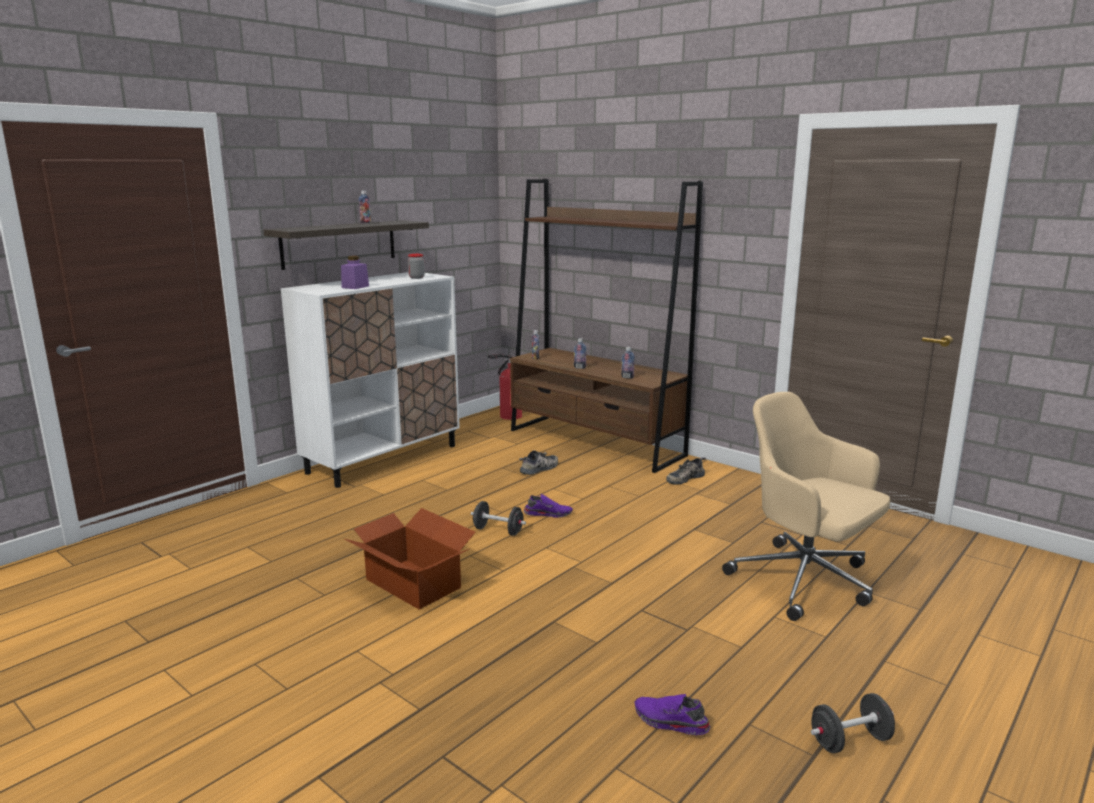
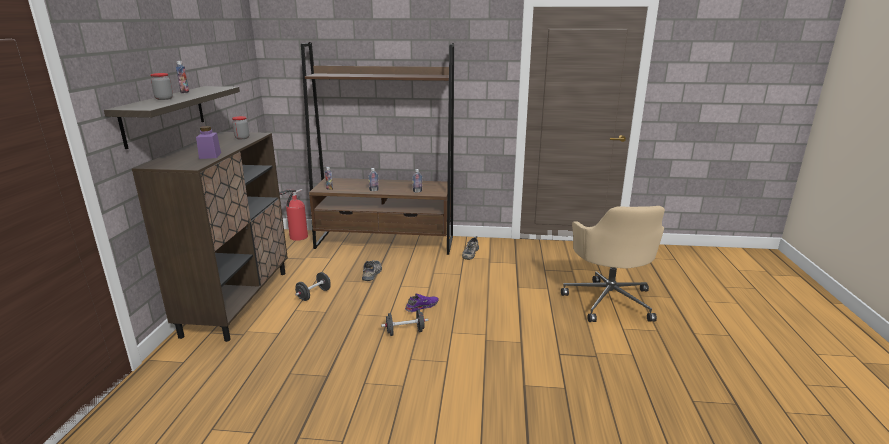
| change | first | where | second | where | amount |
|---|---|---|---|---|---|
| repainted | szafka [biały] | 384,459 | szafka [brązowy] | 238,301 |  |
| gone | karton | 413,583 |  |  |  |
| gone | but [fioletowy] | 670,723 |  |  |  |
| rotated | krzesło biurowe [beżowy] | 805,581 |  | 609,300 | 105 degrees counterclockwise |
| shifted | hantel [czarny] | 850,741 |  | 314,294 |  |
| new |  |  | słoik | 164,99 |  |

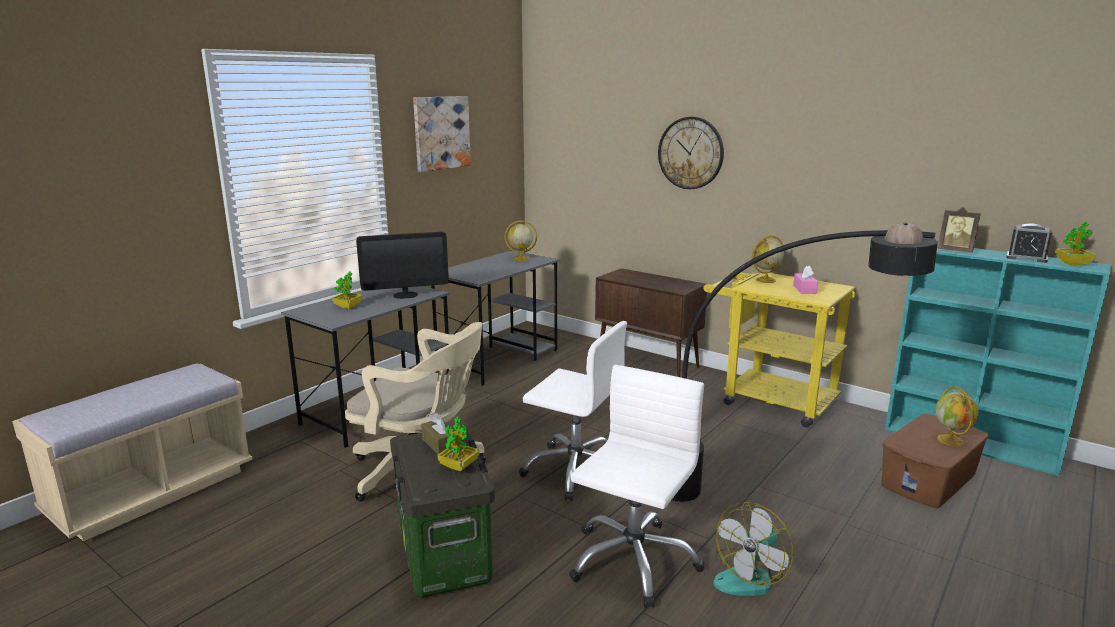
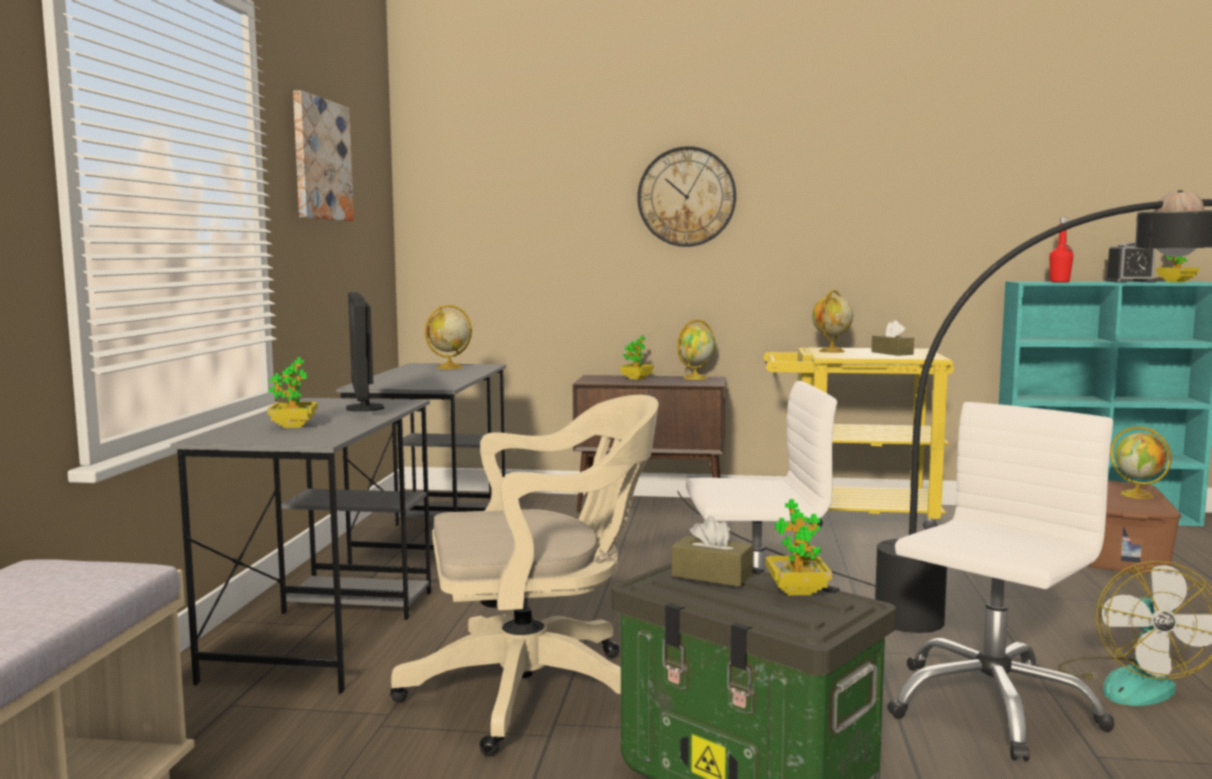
| change | first | where | second | where | amount |
|---|---|---|---|---|---|
| rotated | monitor | 405,295 |  | 365,407 | 120 degrees clockwise |
| rotated | krzesło biurowe [biały] | 632,560 |  | 990,706 | 45 degrees clockwise |
| repainted | pudełko chusteczek [różowy] | 804,289 | pudełko chusteczek [brązowy] | 892,353 |  |
| swapped | ramka na zdjęcie | 955,251 | butelka [czerwony] | 1059,282 |  |
| new |  |  | roślina doniczkowa | 636,378 |  |
| new |  |  | globus | 695,378 |  |

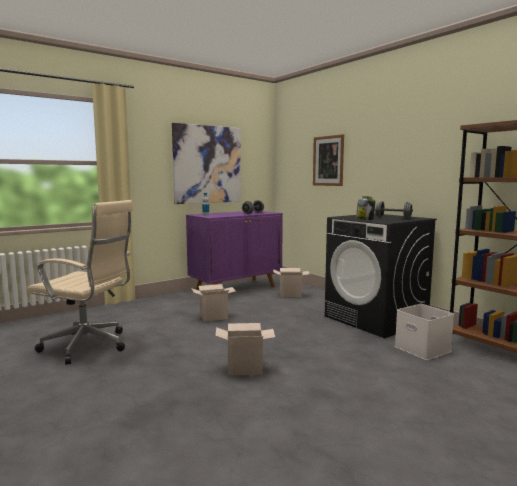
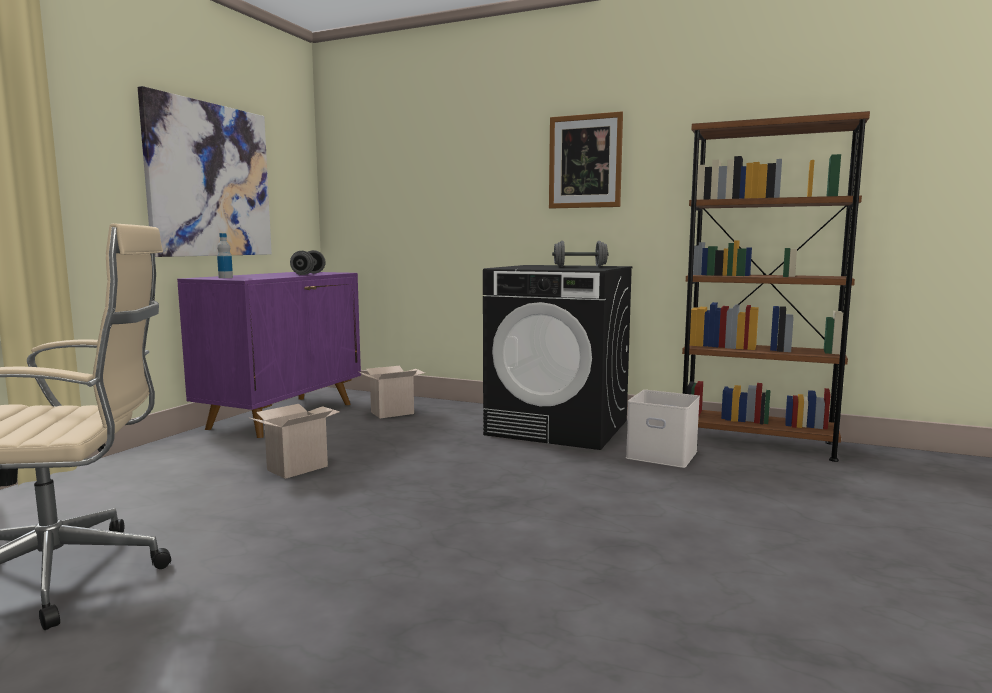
| change | first | where | second | where | amount |
|---|---|---|---|---|---|
| gone | karton | 246,369 |  |  |  |
| shifted | obraz | 328,161 |  | 585,161 |  |
| gone | słoik | 365,219 |  |  |  |

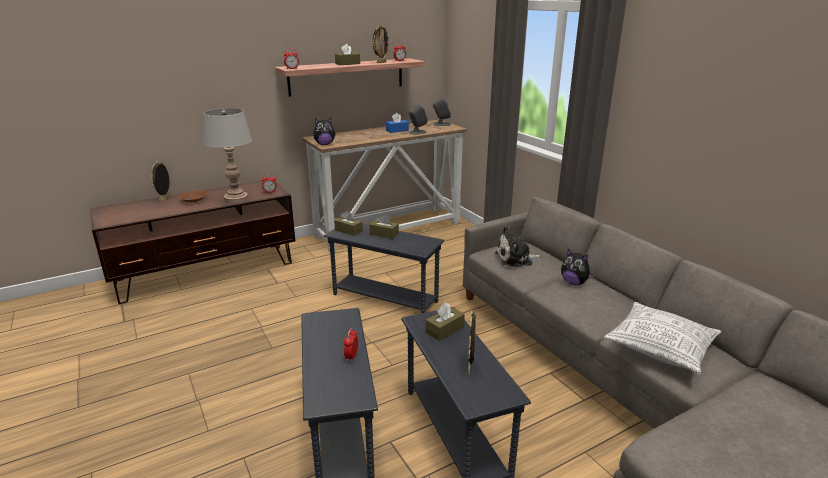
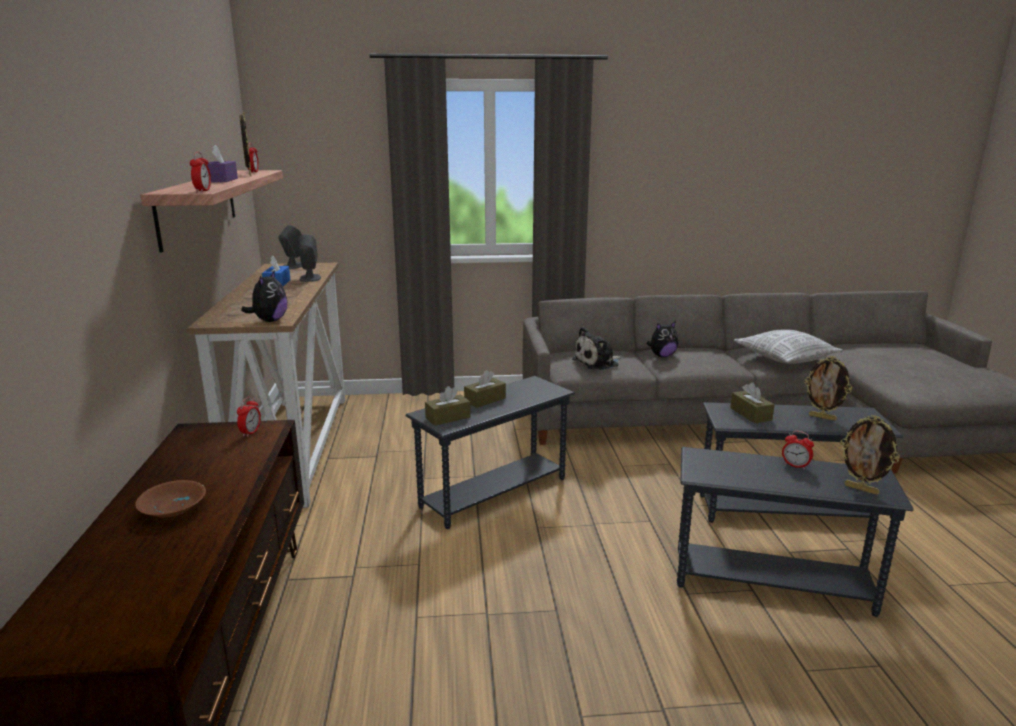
| change | first | where | second | where | amount |
|---|---|---|---|---|---|
| shifted | ramka na zdjęcie | 165,199 |  | 861,489 |  |
| gone | lampa stołowa [szary] | 236,199 |  |  |  |
| repainted | pudełko chusteczek [brązowy] | 347,64 | pudełko chusteczek [fioletowy] | 221,180 |  |
| rotated | pluszak | 516,259 |  | 598,363 | 45 degrees clockwise |

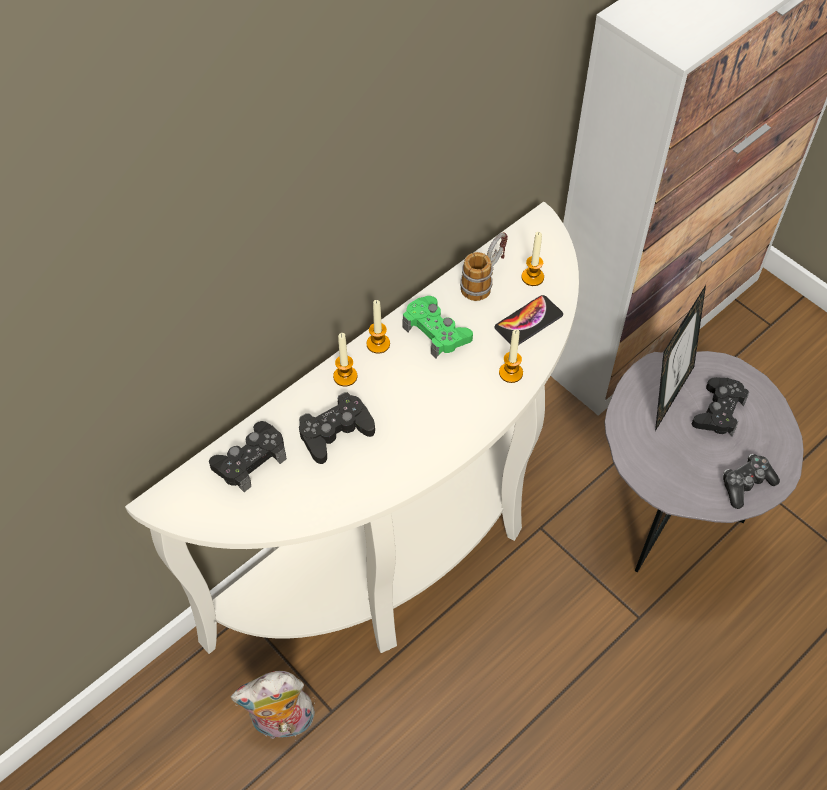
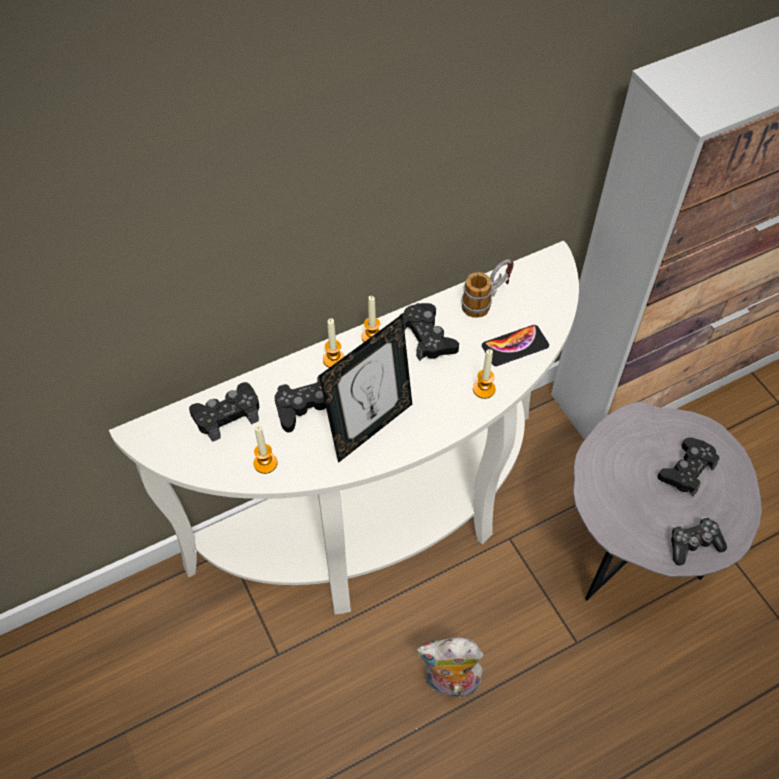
| change | first | where | second | where | amount |
|---|---|---|---|---|---|
| shifted | pluszak | 282,723 |  | 450,683 |  |
| repainted | pad do gier [zielony] | 436,332 | pad do gier [czarny] | 427,337 |  |
| shifted | świeca | 532,277 |  | 265,463 |  |
| shifted | ramka na zdjęcie | 668,395 |  | 370,427 |  |

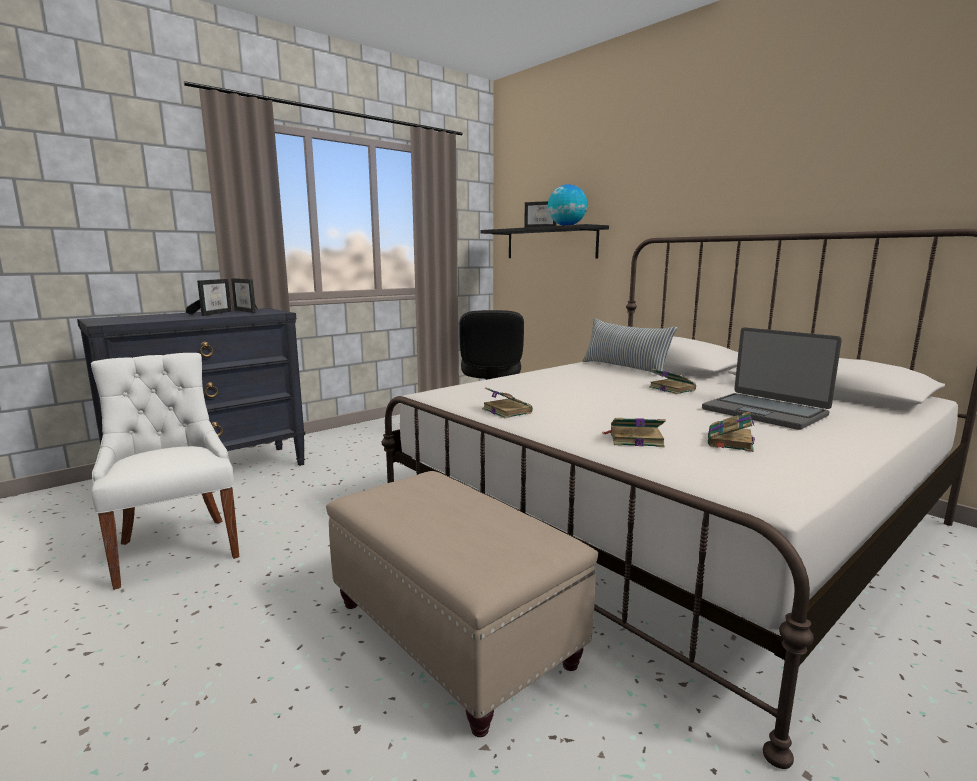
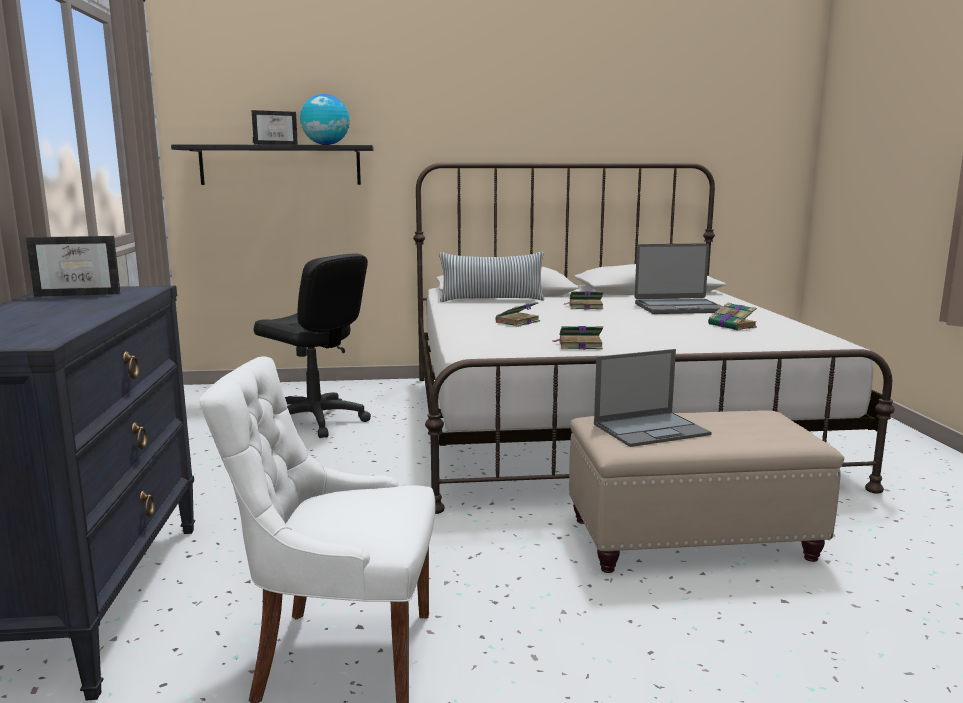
| change | first | where | second | where | amount |
|---|---|---|---|---|---|
| gone | ramka na zdjęcie | 213,313 |  |  |  |
| shifted | książka | 634,439 |  | 517,322 |  |
| new |  |  | laptop | 652,429 |  |

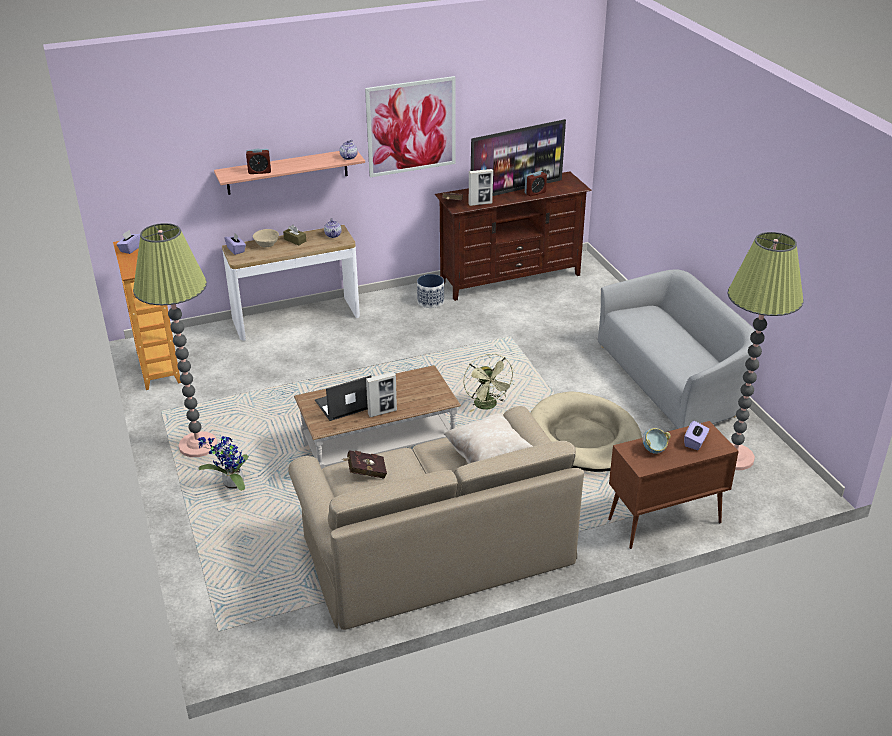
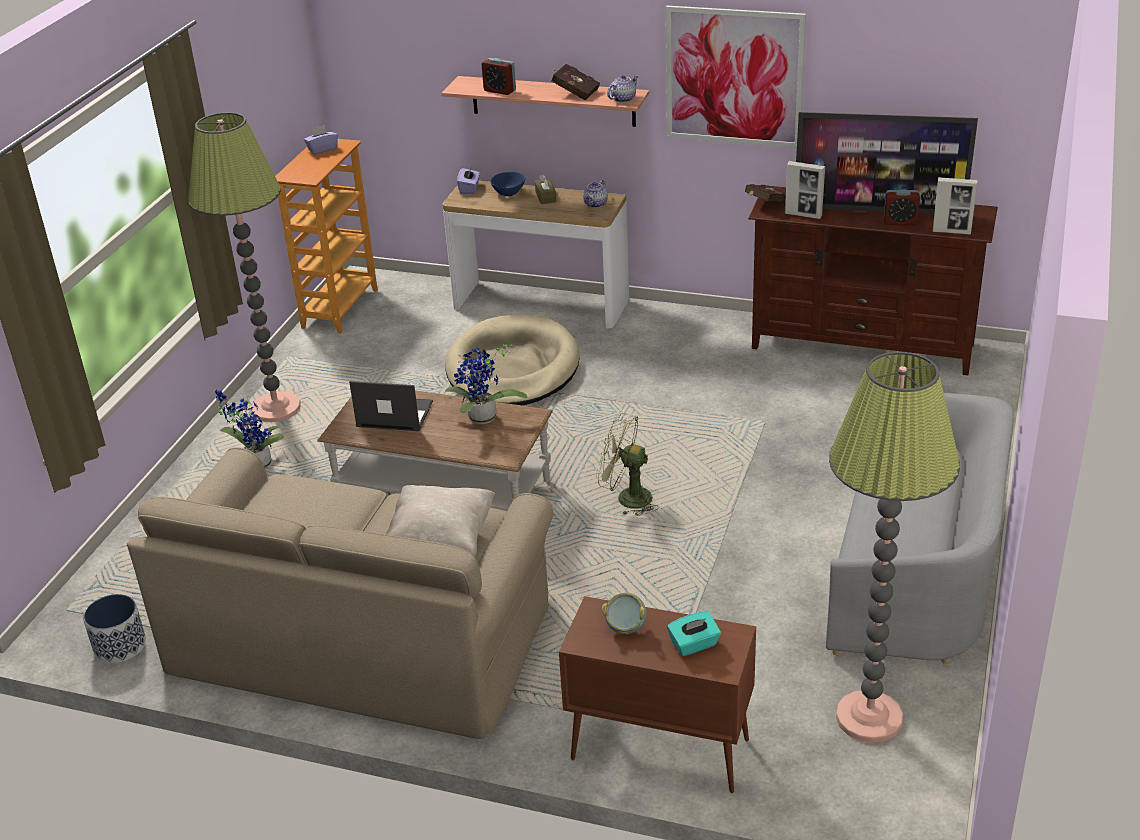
| change | first | where | second | where | amount |
|---|---|---|---|---|---|
| repainted | miska [beżowy] | 266,245 | miska [niebieski] | 508,193 |  |
| shifted | książka [czerwony] | 365,472 |  | 574,92 |  |
| shifted | ramka na zdjęcie | 382,412 |  | 951,231 |  |
| shifted | donica | 430,302 |  | 119,646 |  |
| rotated | wentylator [zielony] | 488,406 |  | 626,498 | 90 degrees clockwise |
| shifted | legowisko [beżowy] | 584,437 |  | 513,368 |  |
| repainted | pudełko chusteczek [fioletowy] | 695,442 | pudełko chusteczek [turkusowy] | 694,645 |  |
| new |  |  | roślina doniczkowa | 482,420 |  |

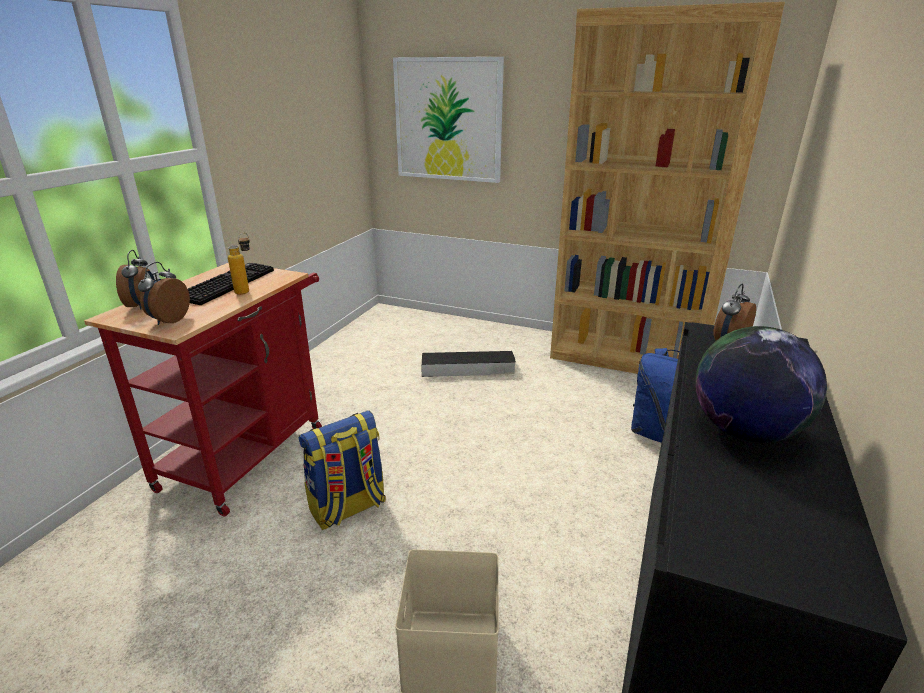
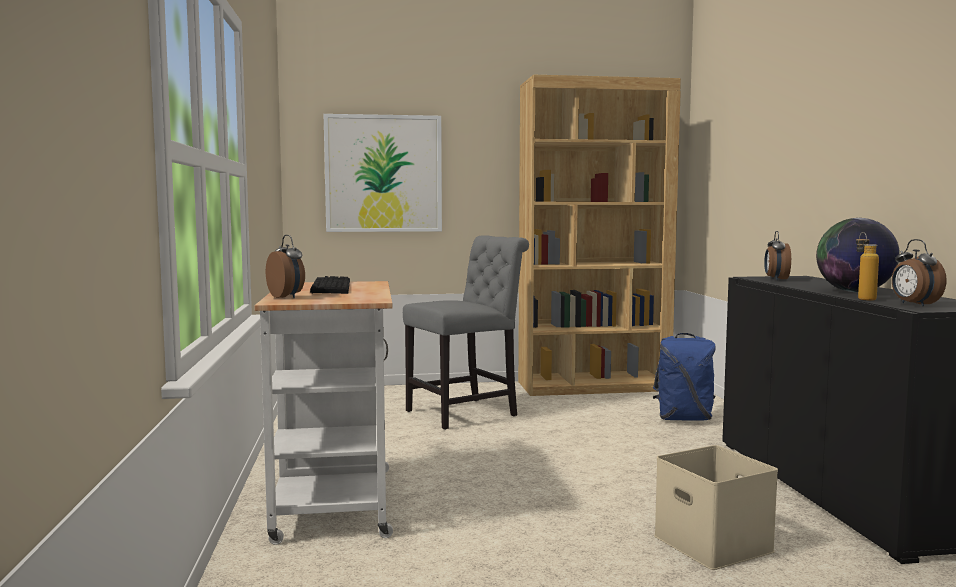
| change | first | where | second | where | amount |
|---|---|---|---|---|---|
| repainted | wózek [czerwony] | 250,451 | wózek [biały] | 334,498 |  |
| shifted | budzik | 168,320 |  | 914,304 |  |
| shifted | butelka | 246,290 |  | 863,298 |  |
| gone | plecak | 348,508 |  |  |  |
| swapped | pojemnik do przechowywania [czarny] | 468,369 | krzesło [szary] | 466,413 |  |

